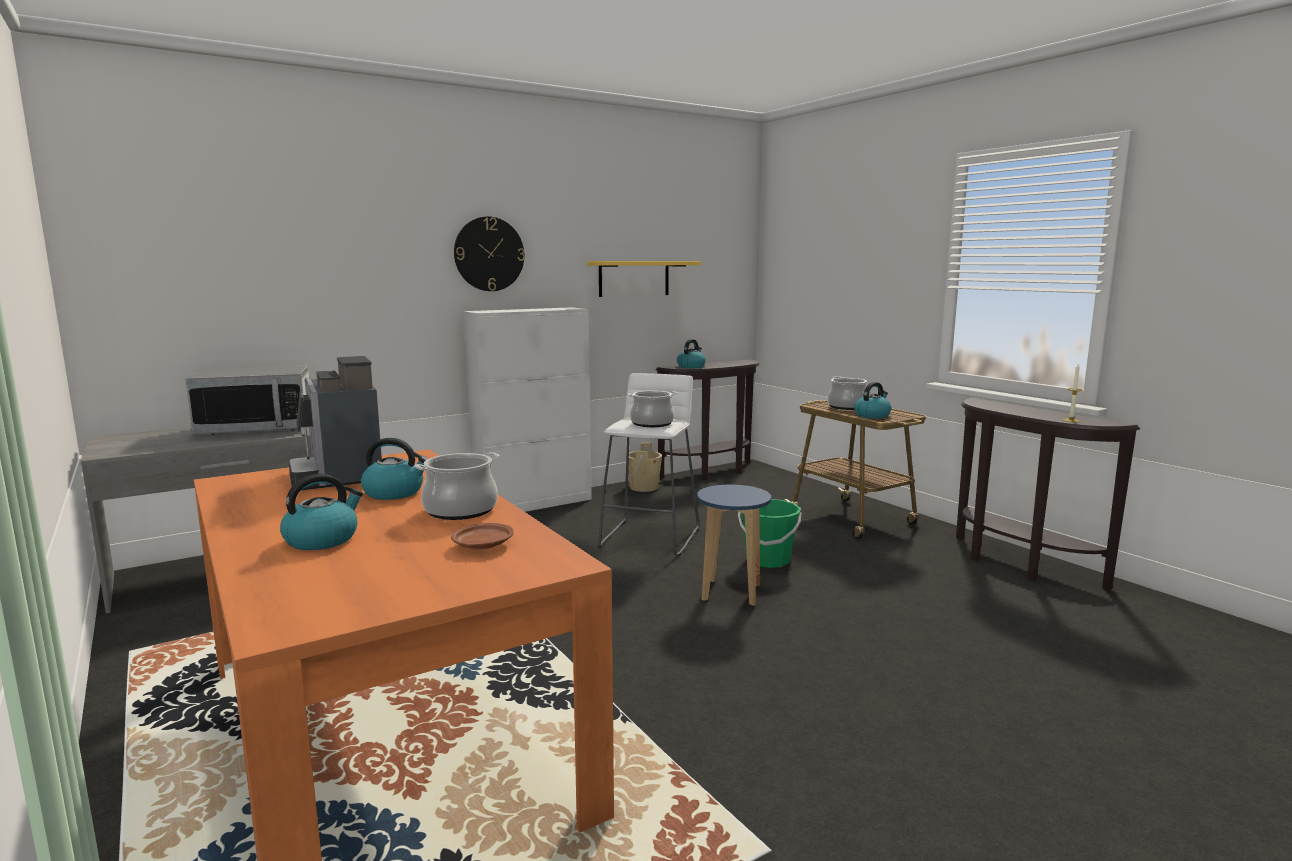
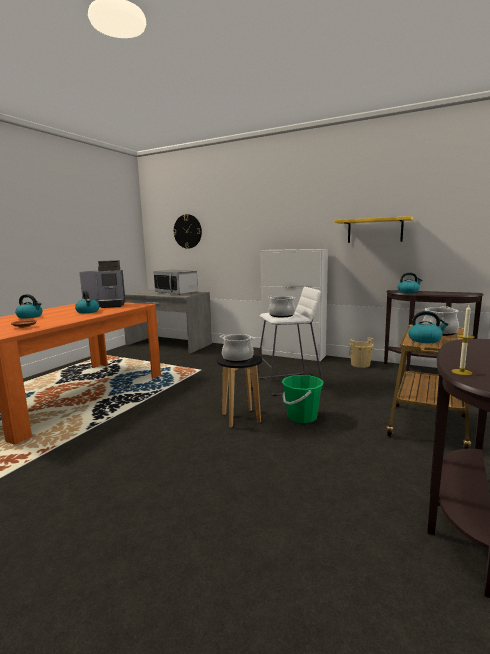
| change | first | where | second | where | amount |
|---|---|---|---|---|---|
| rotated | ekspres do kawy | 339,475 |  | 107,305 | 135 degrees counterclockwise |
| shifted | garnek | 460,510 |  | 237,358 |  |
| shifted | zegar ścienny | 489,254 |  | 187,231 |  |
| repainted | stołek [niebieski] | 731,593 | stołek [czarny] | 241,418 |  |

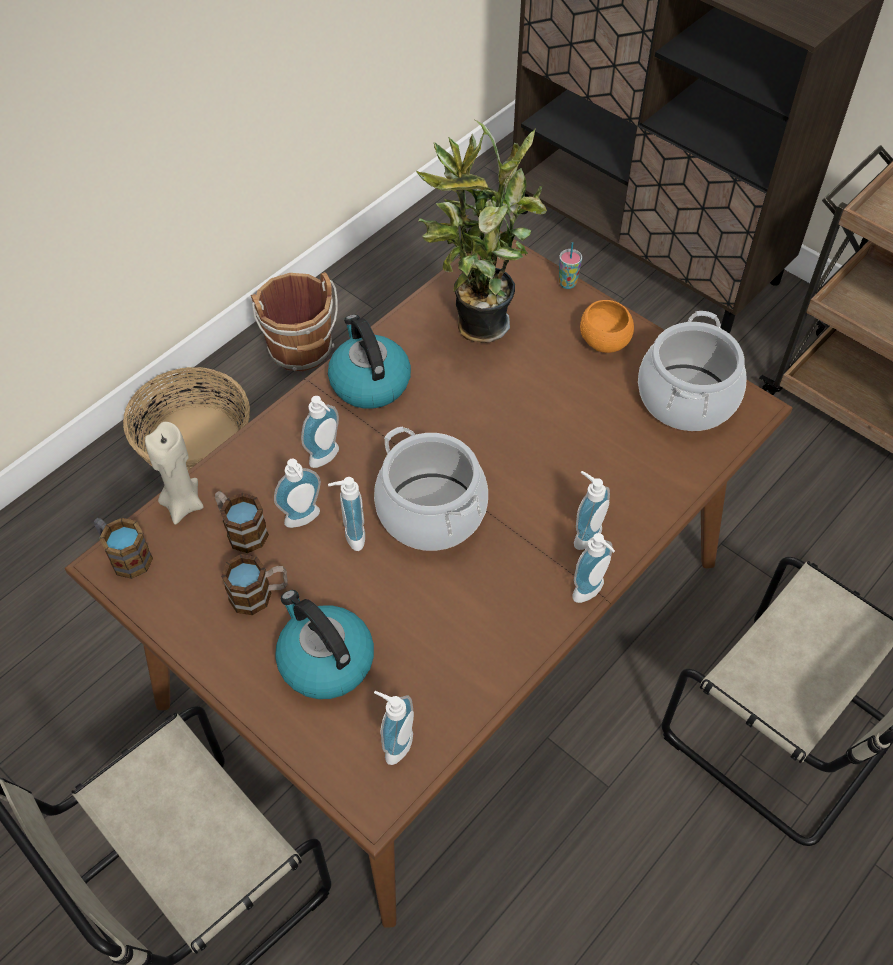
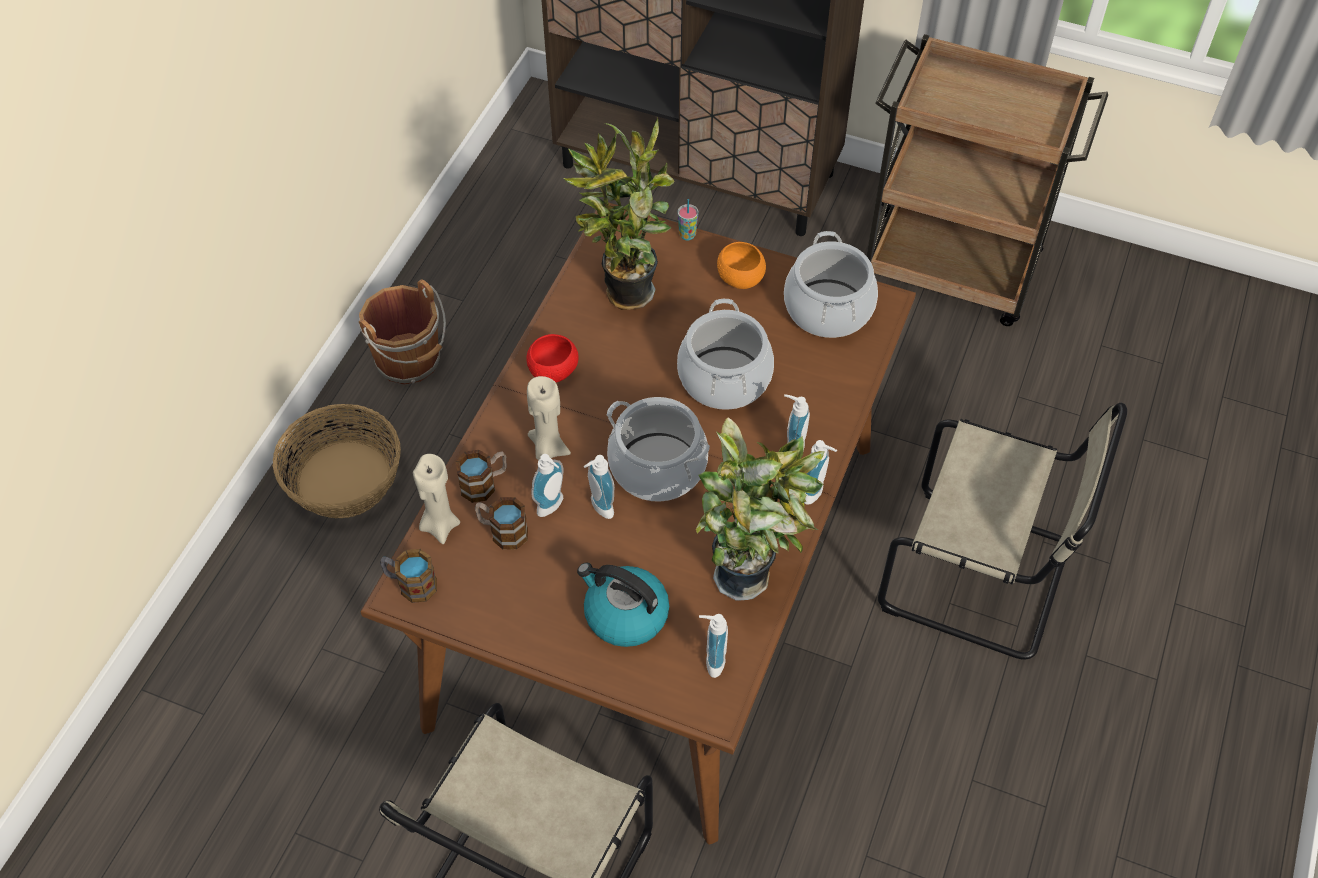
| change | first | where | second | where | amount |
|---|---|---|---|---|---|
| shifted | kubek | 259,595 |  | 484,483 |  |
| swapped | dozownik mydła | 327,458 | świeca [beżowy] | 548,449 |  |
| swapped | czajnik | 369,382 | miska [czerwony] | 553,371 |  |
| new |  |  | garnek | 724,378 |  |
| new |  |  | roślina doniczkowa | 748,575 |  |

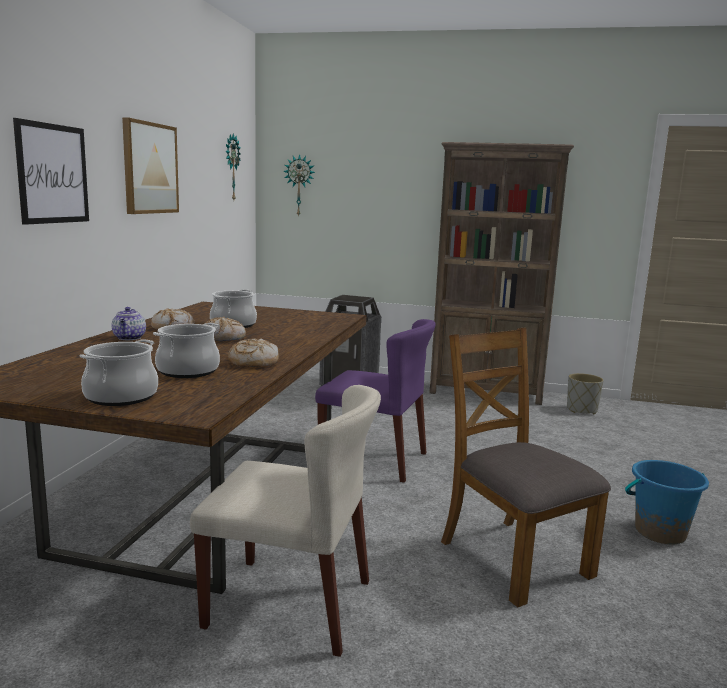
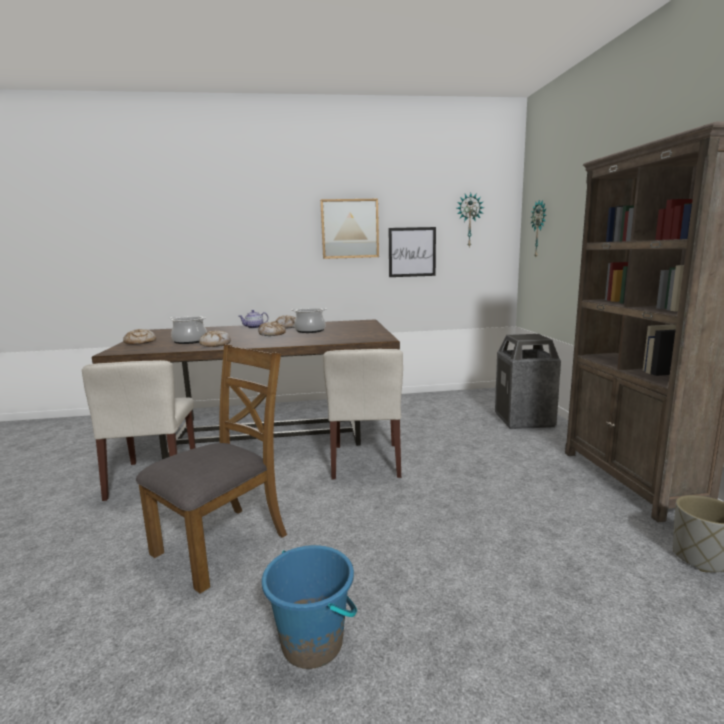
| change | first | where | second | where | amount |
|---|---|---|---|---|---|
| shifted | obraz | 53,174 |  | 412,252 |  |
| swapped | garnek | 121,397 | chleb | 140,342 |  |
| repainted | krzesło [fioletowy] | 374,459 | krzesło [beżowy] | 366,461 |  |

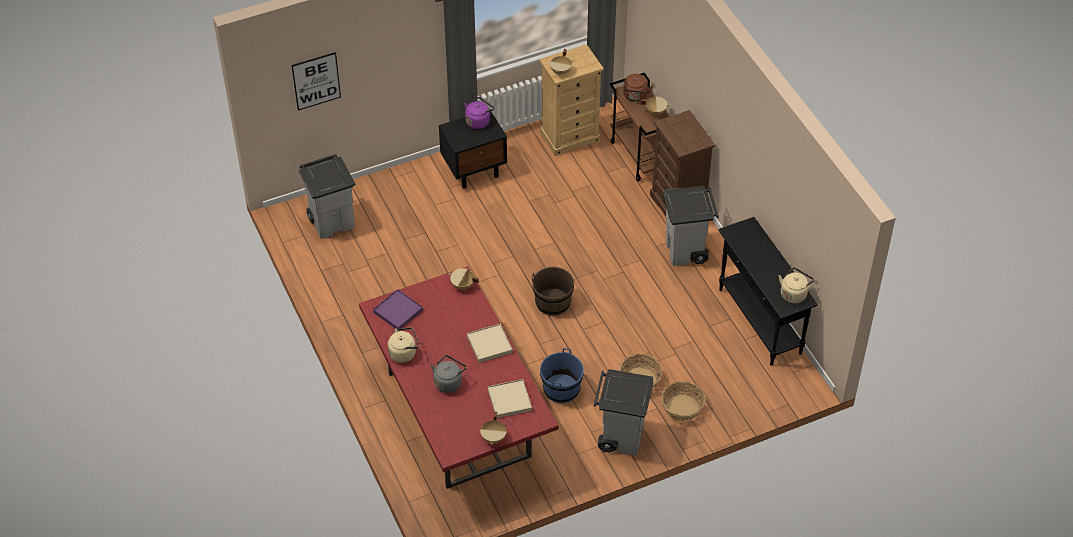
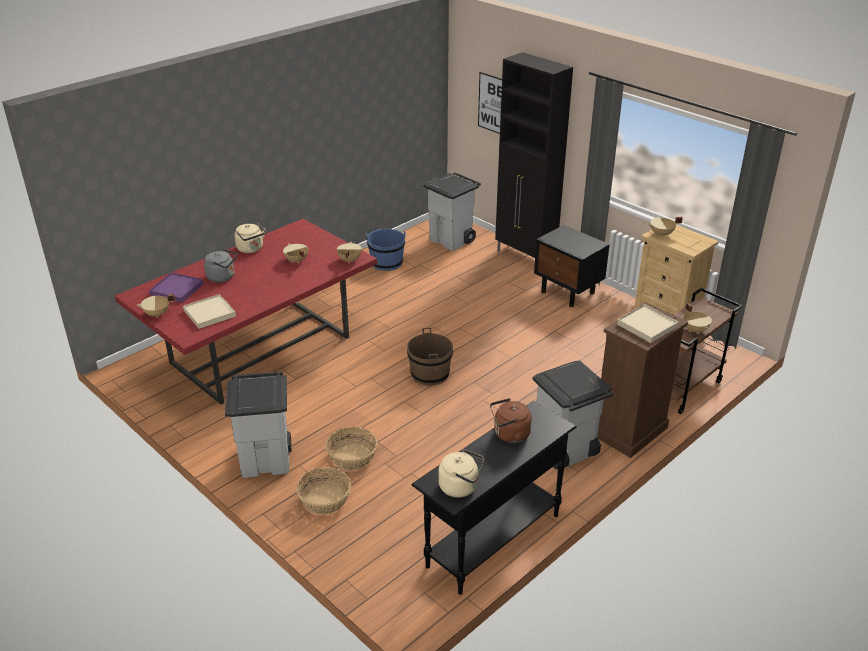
| change | first | where | second | where | amount |
|---|---|---|---|---|---|
| shifted | taca [fioletowy] | 398,311 |  | 177,289 |  |
| gone | czajnik [fioletowy] | 478,121 |  |  |  |
| shifted | taca [beżowy] | 489,344 |  | 647,325 |  |
| shifted | wiadro [niebieski] | 561,389 |  | 386,263 |  |
| shifted | czajnik [brązowy] | 635,96 |  | 509,434 |  |
| new |  |  | garnek [beżowy] | 296,261 |  |
| new |  |  | szafka [czarny] | 525,257 |  |

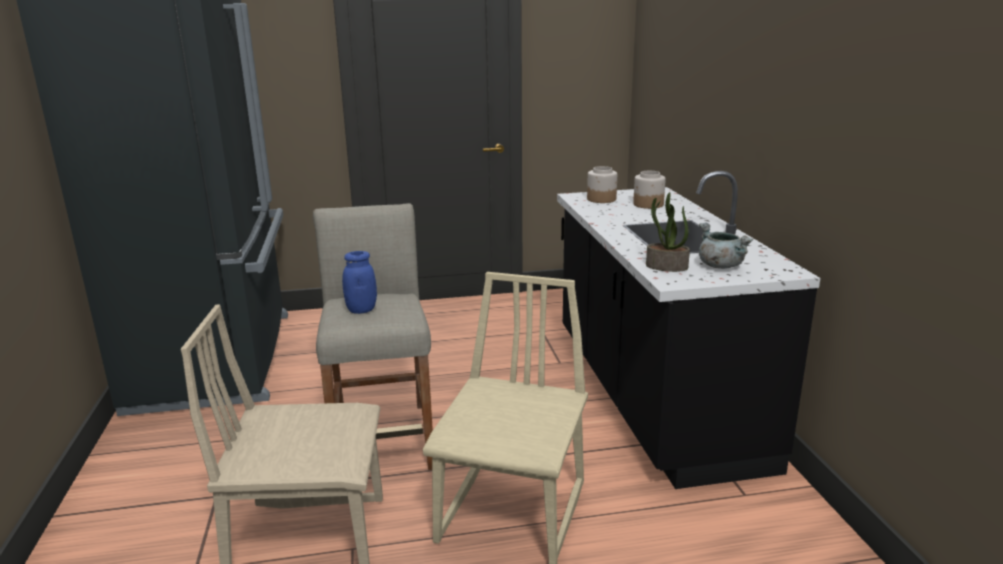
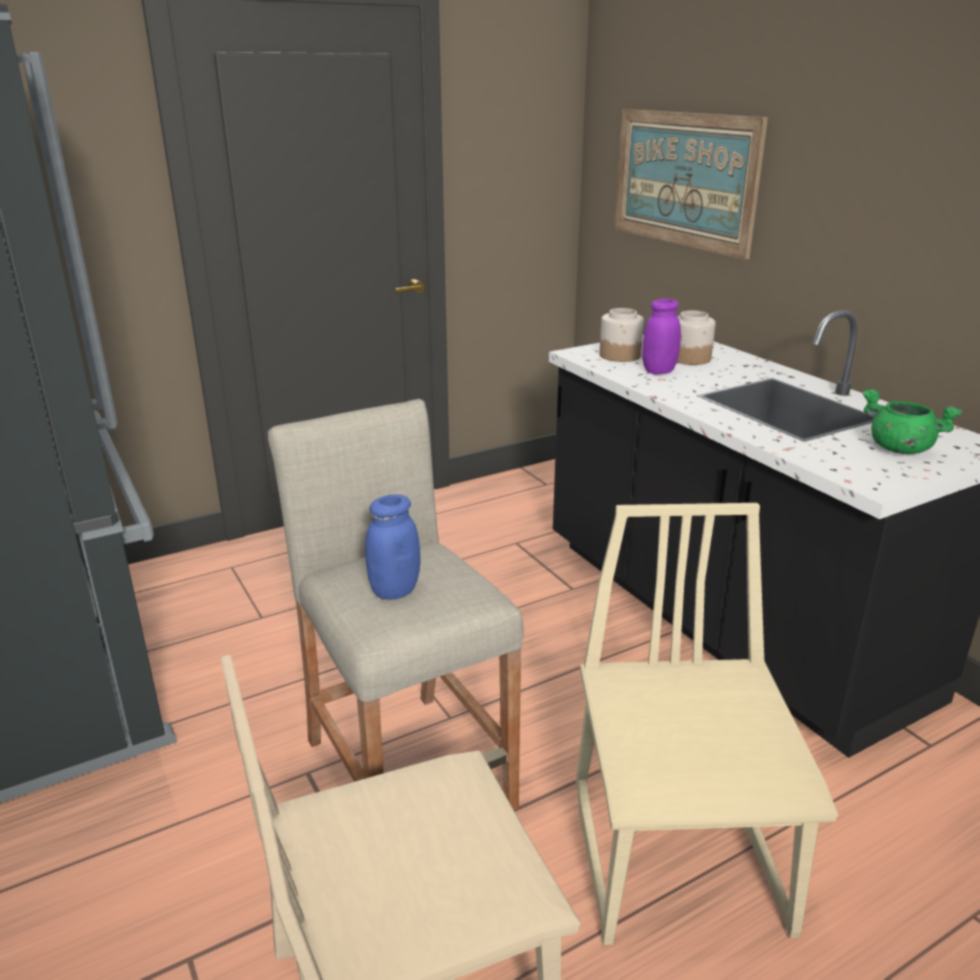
| change | first | where | second | where | amount |
|---|---|---|---|---|---|
| gone | roślina doniczkowa | 666,267 |  |  |  |
| repainted | garnek [szary] | 720,266 | garnek [zielony] | 899,449 |  |
| new |  |  | obraz | 684,179 |  |
| new |  |  | słoik [fioletowy] | 659,371 |  |

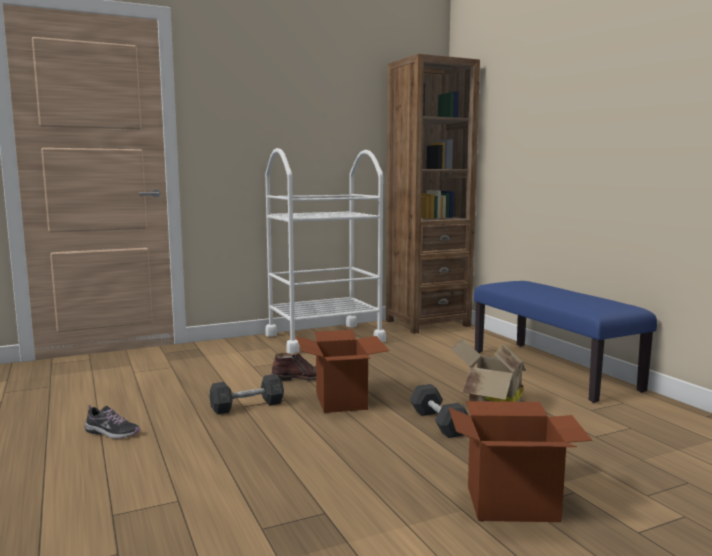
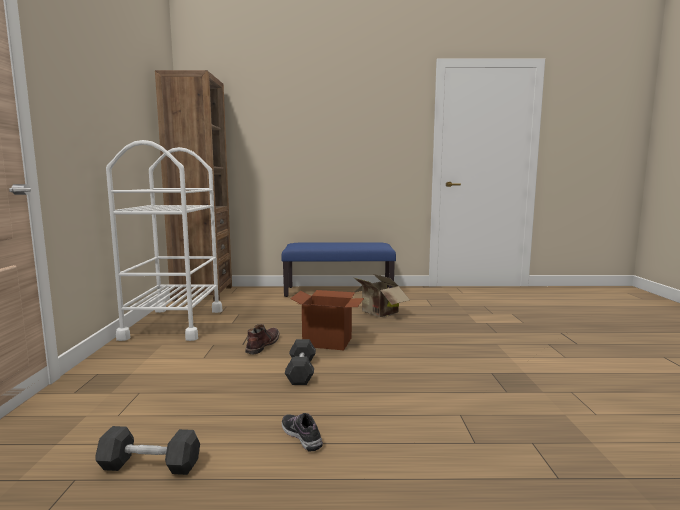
| change | first | where | second | where | amount |
|---|---|---|---|---|---|
| rotated | but | 112,433 |  | 301,436 | 75 degrees counterclockwise |
| shifted | hantel [czarny] | 438,423 |  | 150,465 |  |
| gone | karton | 512,504 |  |  |  |

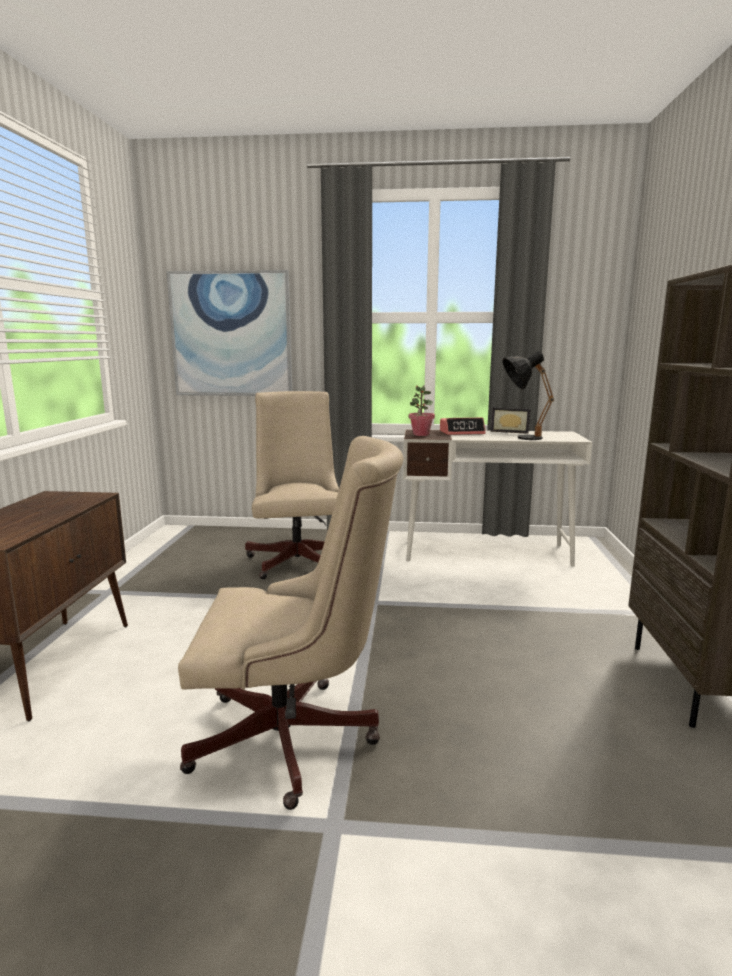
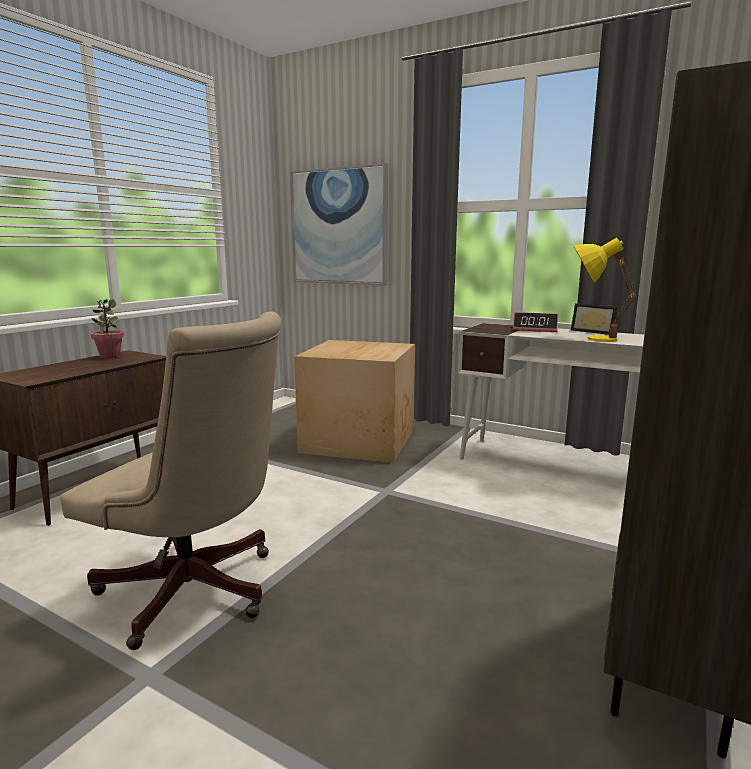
| change | first | where | second | where | amount |
|---|---|---|---|---|---|
| swapped | krzesło biurowe [beżowy] | 299,558 | karton | 361,440 |  |
| shifted | roślina doniczkowa | 421,434 |  | 110,356 |  |
| repainted | lampa stołowa [czarny] | 520,438 | lampa stołowa [żółty] | 591,338 |  |

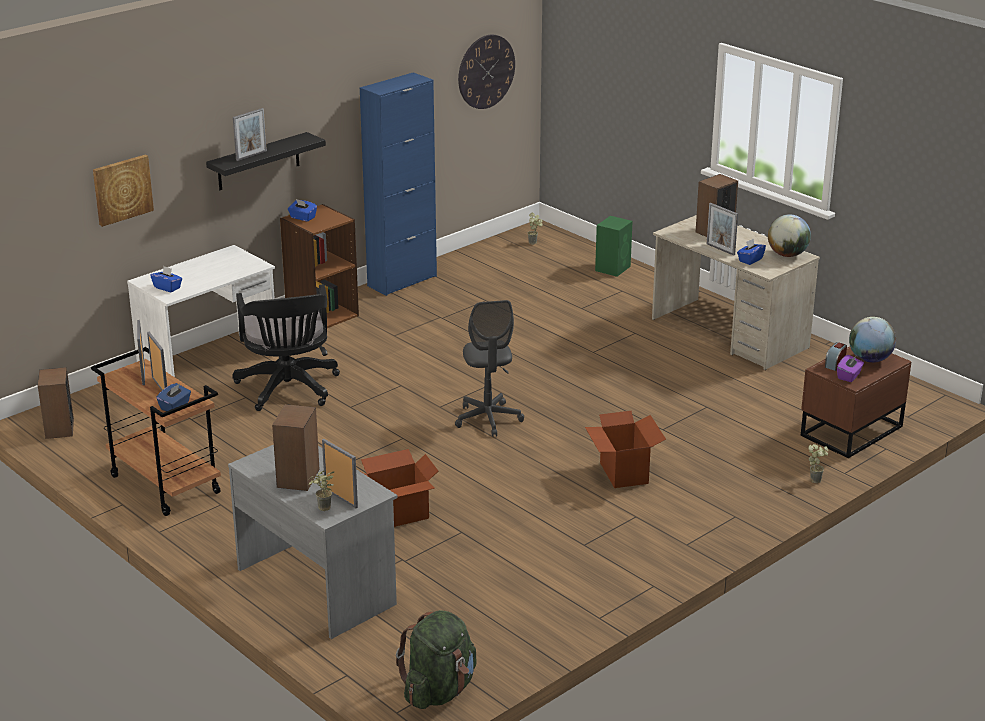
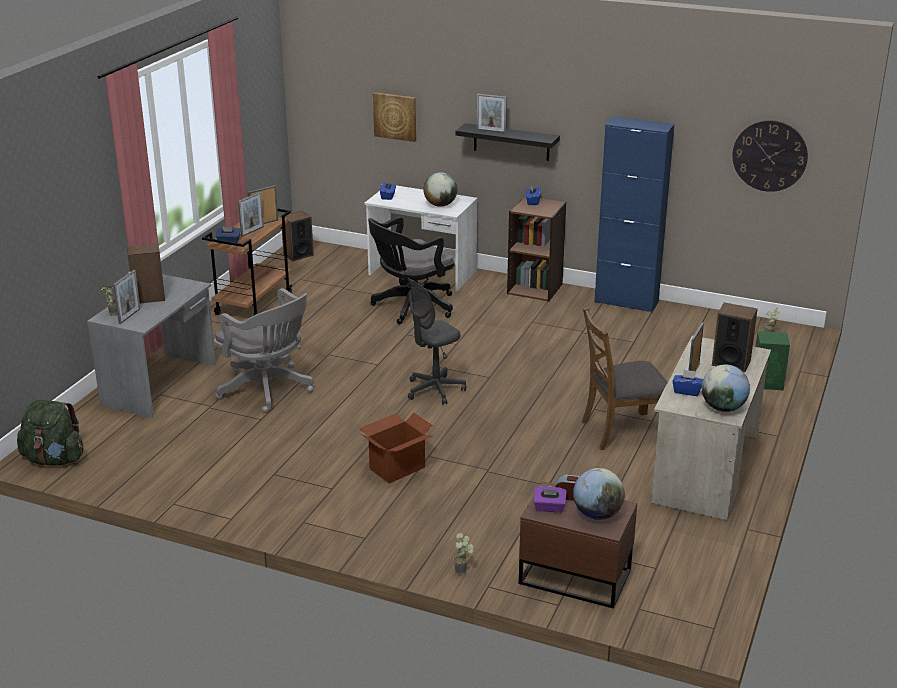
| change | first | where | second | where | amount |
|---|---|---|---|---|---|
| swapped | karton | 399,515 | krzesło biurowe [szary] | 268,390 |  |
| new |  |  | globus | 440,205 |  |
| new |  |  | krzesło [brązowy] | 622,431 |  |

